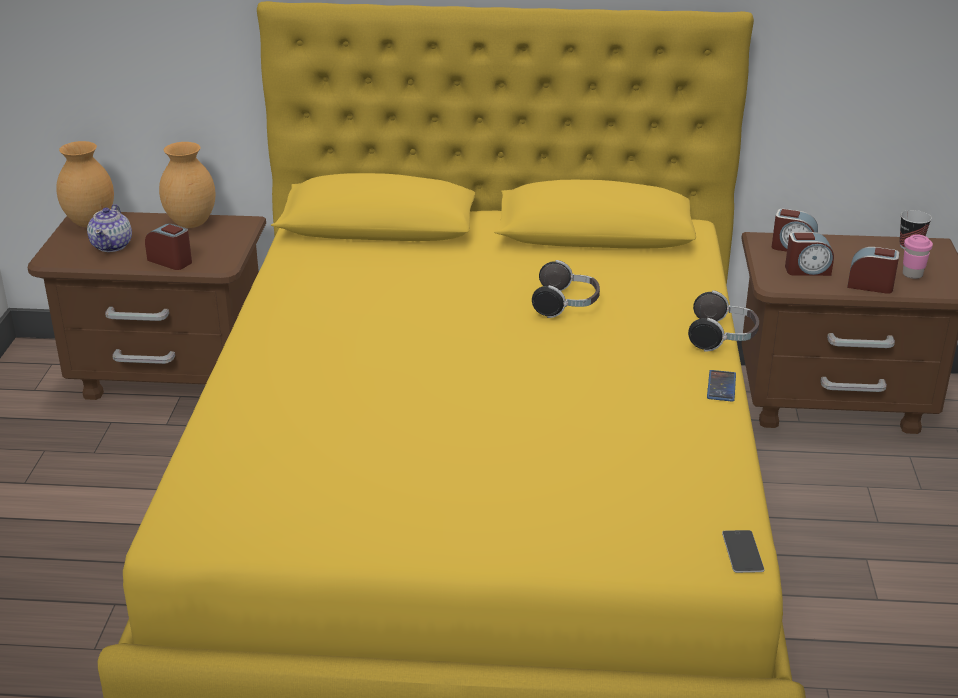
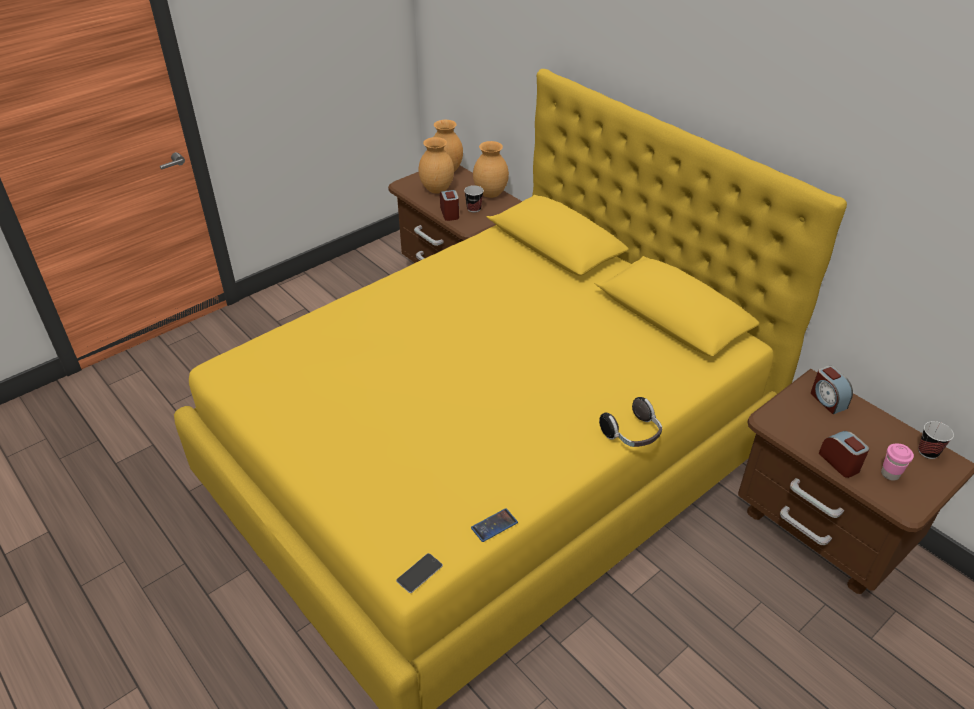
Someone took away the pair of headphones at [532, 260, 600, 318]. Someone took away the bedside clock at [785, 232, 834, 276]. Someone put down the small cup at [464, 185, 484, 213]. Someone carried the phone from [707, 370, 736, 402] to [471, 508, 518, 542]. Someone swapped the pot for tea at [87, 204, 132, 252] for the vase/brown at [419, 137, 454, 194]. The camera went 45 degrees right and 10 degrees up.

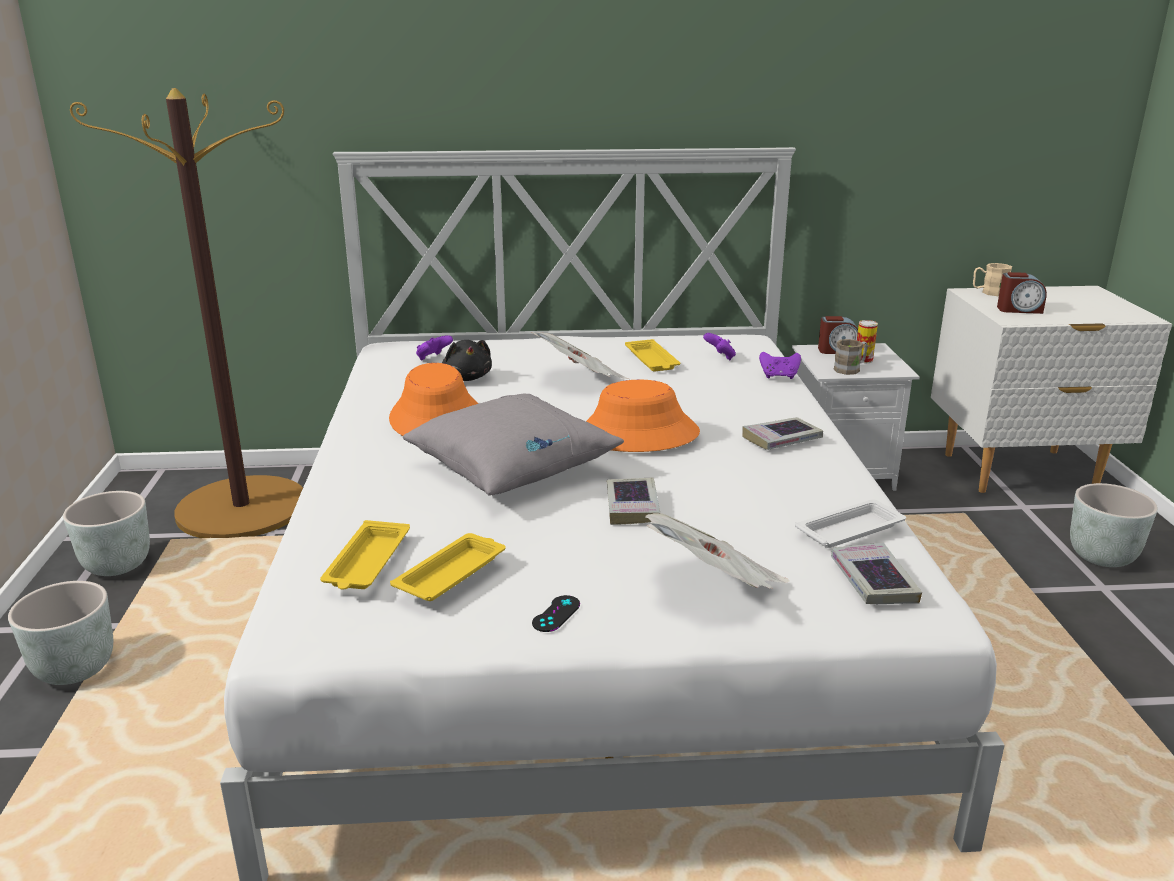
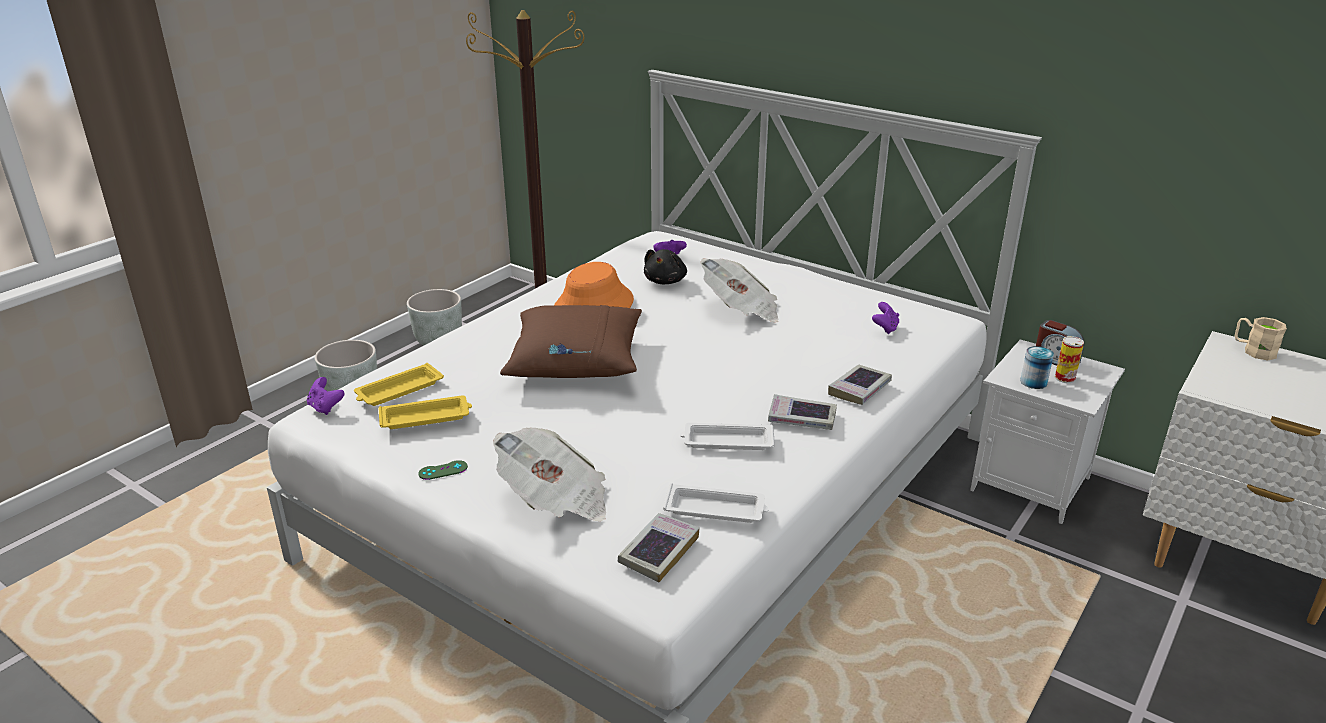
Someone took away the wearable hat/orange at [586, 380, 700, 452]. Someone took away the tray/yellowish at [625, 339, 680, 372]. Someone took away the bedside clock at [997, 272, 1047, 314]. Someone took away the planter/grey at [1070, 483, 1158, 567]. Someone put down the tray/whitish at [680, 423, 775, 450]. Someone carried the book from [607, 477, 661, 525] to [828, 364, 892, 405]. Someone carried the game controller/purple-coloured from [759, 352, 801, 379] to [307, 377, 345, 415]. Someone swapped the mug/brown at [834, 339, 868, 375] for the sealed can at [1020, 346, 1054, 389]. Someone repainted the throw pillow/grey at [403, 394, 624, 496], which became the throw pillow/brown at [500, 305, 642, 378]. Someone repainted the game controller/black-coloured at [532, 595, 580, 632], which became the game controller/green at [418, 460, 468, 480]. The camera went 40 degrees right and 5 degrees up.

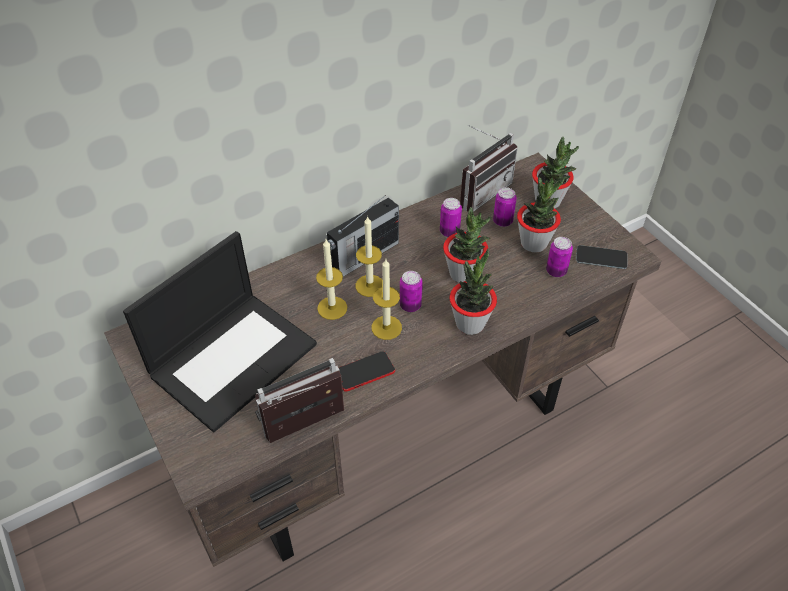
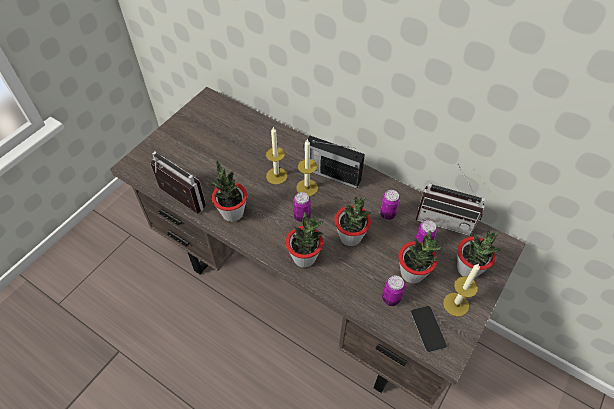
Someone took away the laptop at [123, 231, 317, 432]. Someone carried the wax candle from [371, 259, 402, 340] to [443, 264, 480, 317]. Someone swapped the phone at [339, 351, 395, 391] for the potted plant at [210, 160, 247, 222]. The camera went 65 degrees right and 5 degrees up.

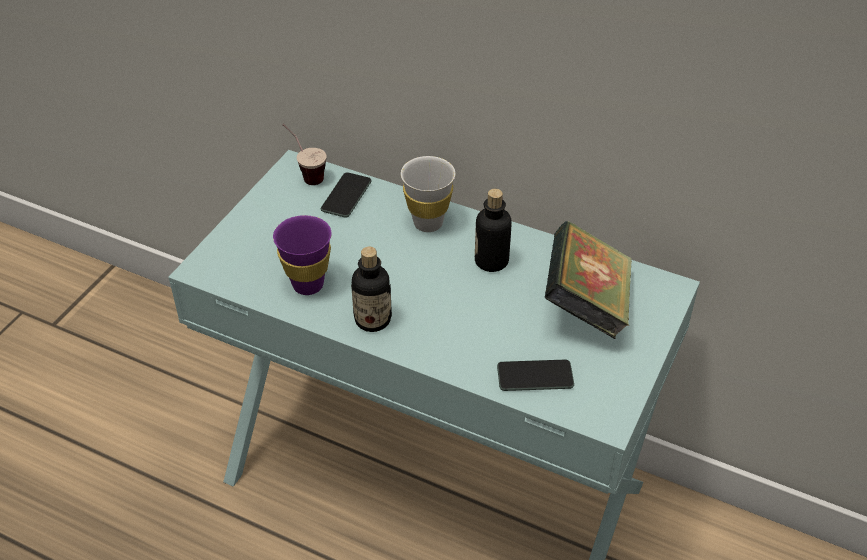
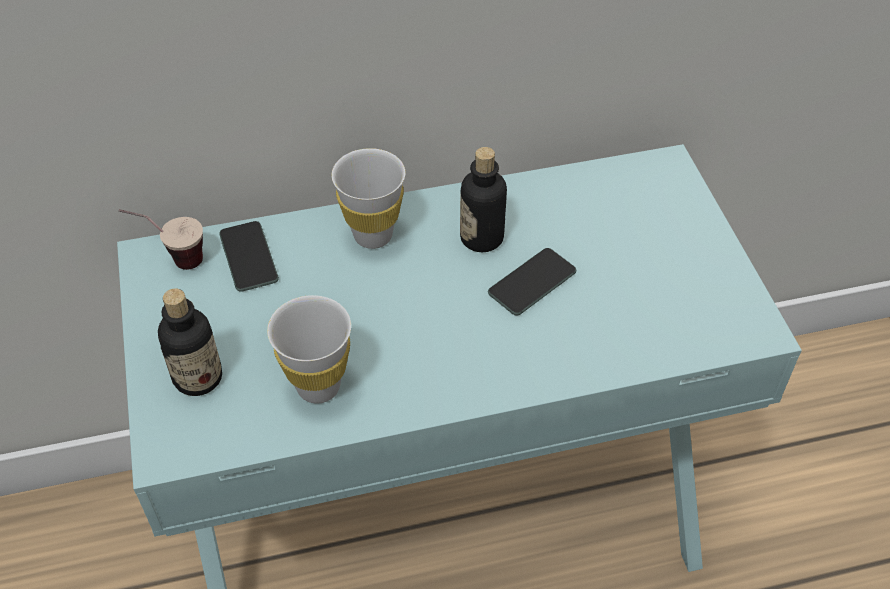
Someone took away the book at [544, 221, 632, 339]. Someone carried the bottle from [351, 247, 392, 332] to [158, 288, 222, 396]. Someone carried the phone from [497, 360, 574, 391] to [488, 248, 576, 316]. Someone repainted the small cup/purple-coloured at [273, 215, 331, 295], which became the small cup/whitish at [267, 295, 351, 404]. The camera went 40 degrees left and 5 degrees up.

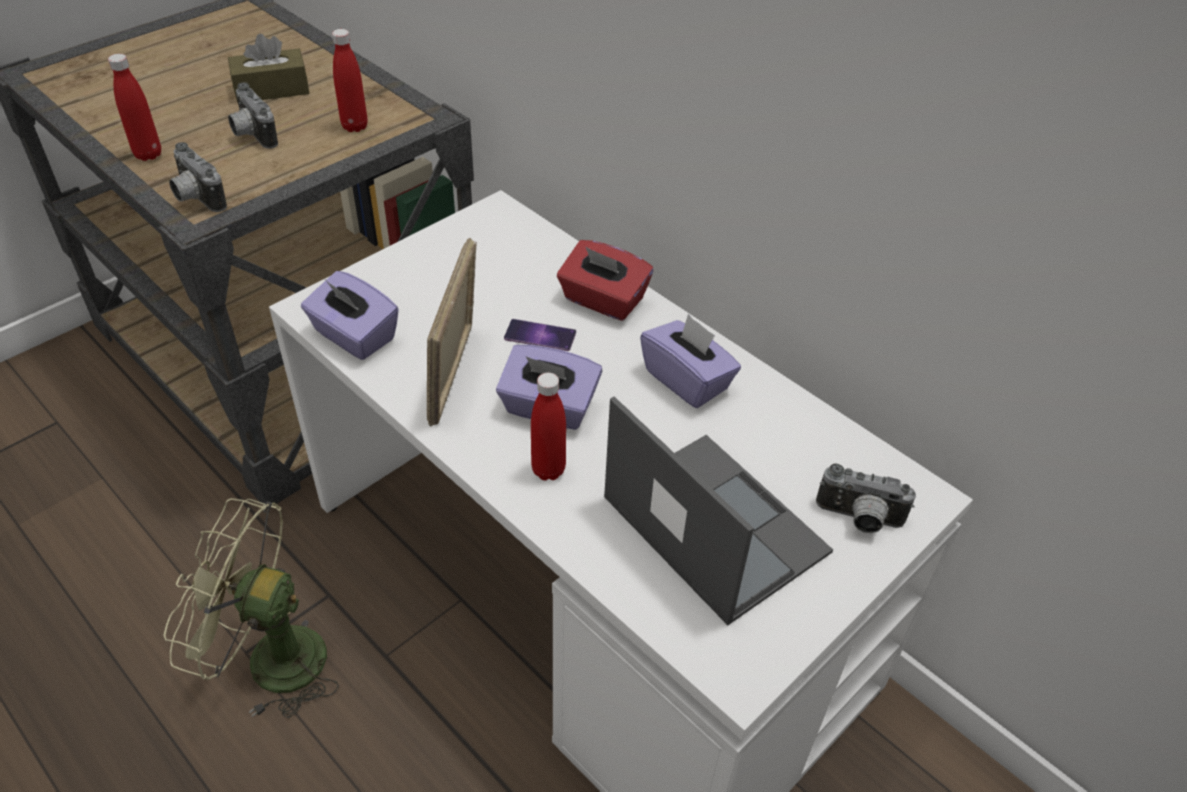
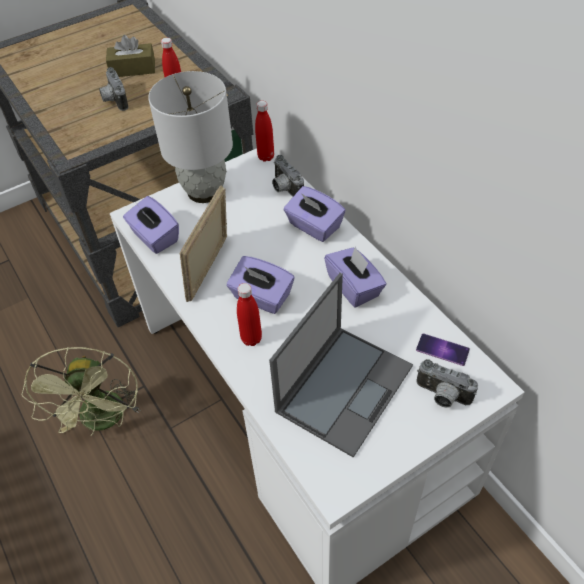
Someone put down the table lamp/whitish at [148, 71, 233, 203]. Someone carried the bottle/reddish from [108, 54, 161, 161] to [255, 101, 274, 162]. Someone carried the still camera from [169, 142, 227, 212] to [272, 155, 304, 197]. Someone carried the phone from [504, 319, 576, 351] to [416, 333, 470, 366]. Someone repainted the tissue box/reddish at [557, 240, 653, 321], which became the tissue box/purple-coloured at [284, 186, 346, 242]. Someone rotated the cooling fan/green at [164, 498, 339, 718] by 120 degrees counterclockwise. Someone rotated the laptop at [604, 397, 833, 625] by 60 degrees clockwise. The camera went 15 degrees right and 5 degrees up.

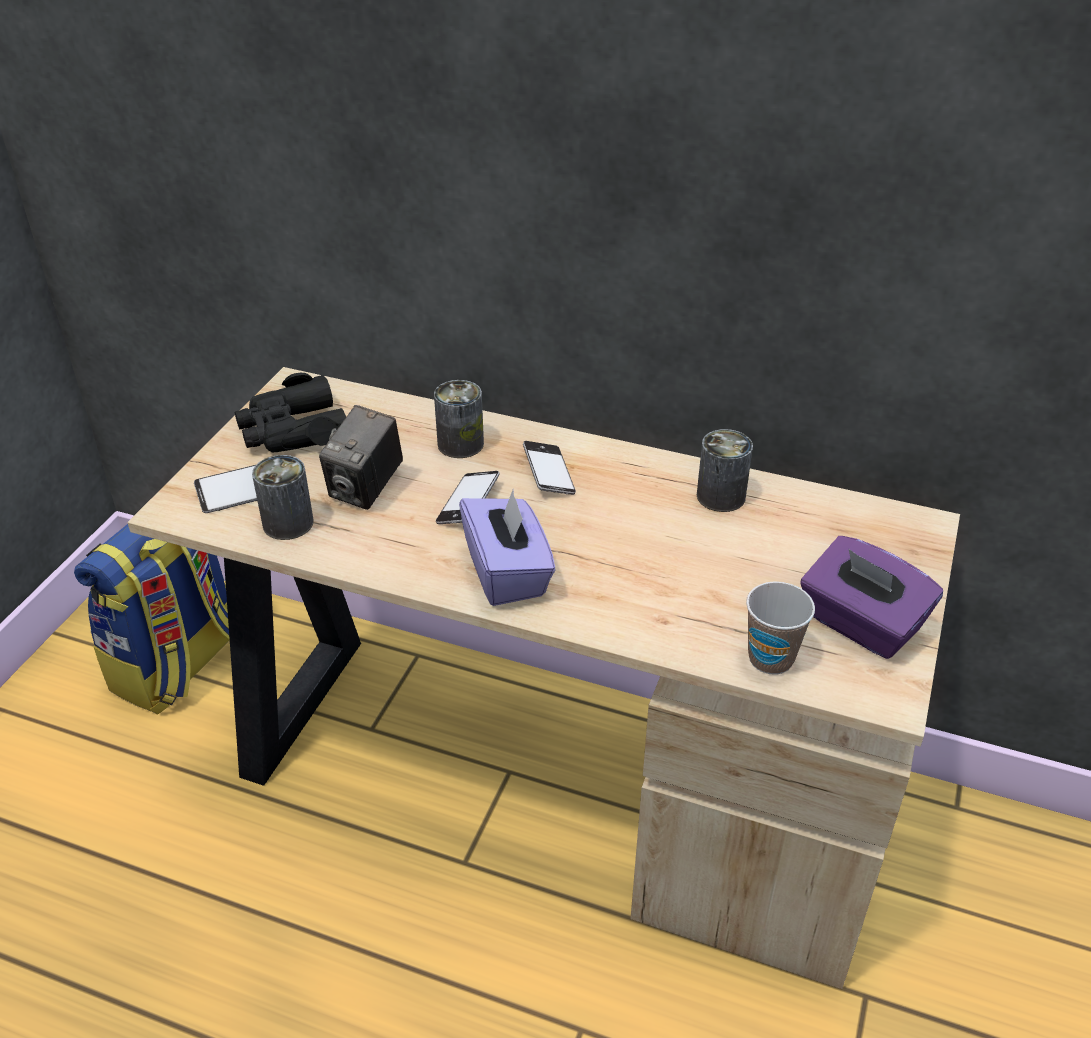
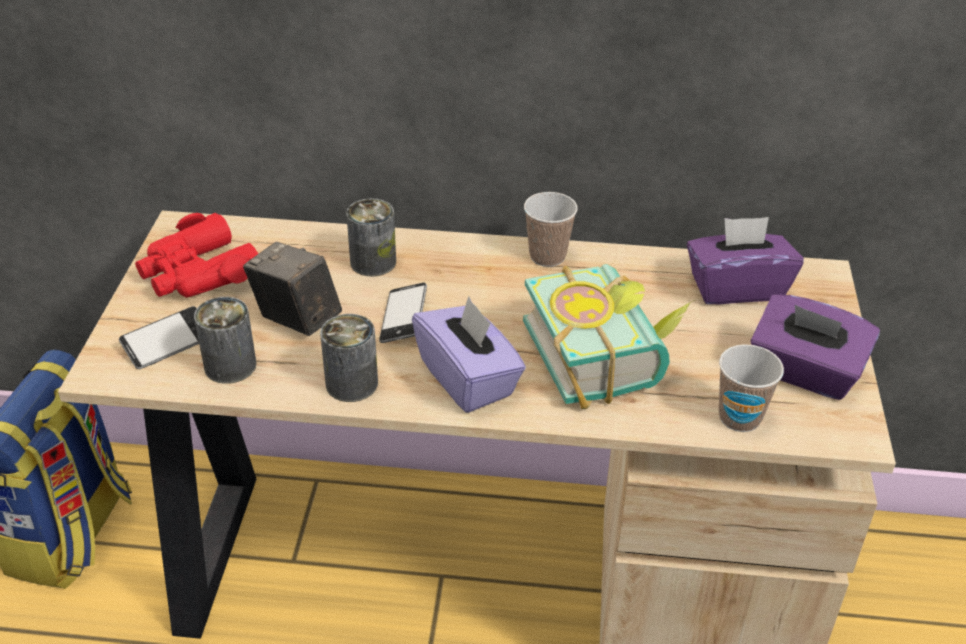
Someone took away the phone at [523, 441, 576, 495]. Someone put down the book at [523, 264, 695, 409]. Someone put down the small cup at [524, 192, 578, 267]. Someone put down the tissue box/purple-coloured at [687, 217, 804, 304]. Someone carried the sealed can from [697, 429, 753, 512] to [320, 314, 378, 402]. Someone repainted the pair of binoculars/black-coloured at [235, 373, 346, 452], which became the pair of binoculars/reddish at [135, 213, 258, 297]. Someone rotated the still camera at [319, 405, 403, 510] by 120 degrees clockwise. The camera went 15 degrees left and 0 degrees up.

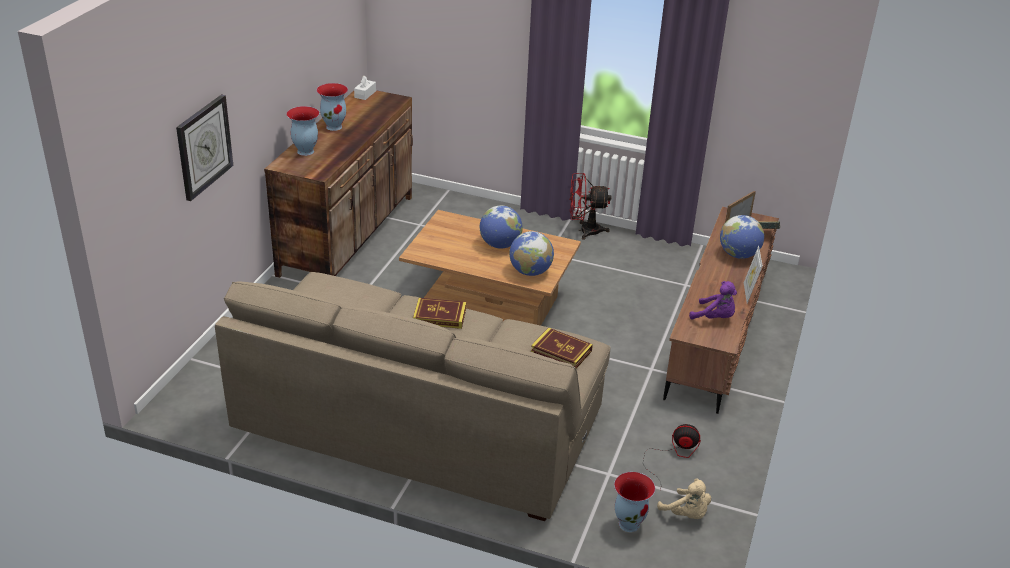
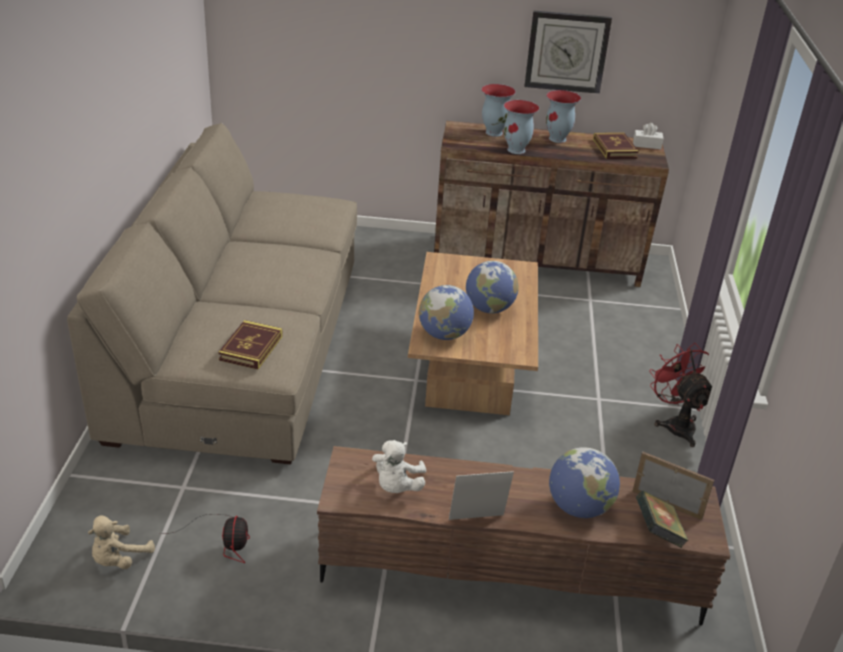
Someone carried the hanging clock from [176, 94, 233, 201] to [524, 10, 612, 94]. Someone carried the book from [413, 298, 466, 329] to [593, 132, 639, 159]. Someone carried the vase from [614, 472, 655, 532] to [504, 100, 539, 154]. Someone repainted the plush toy/purple-coloured at [689, 281, 737, 320], which became the plush toy/whitish at [372, 440, 426, 493]. The camera went 75 degrees right and 0 degrees up.

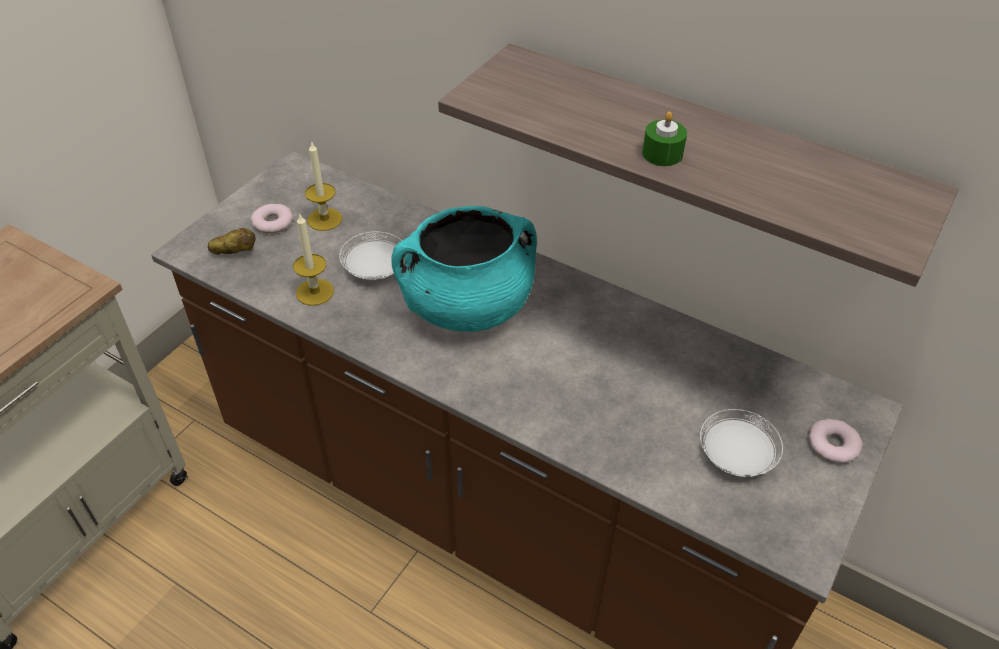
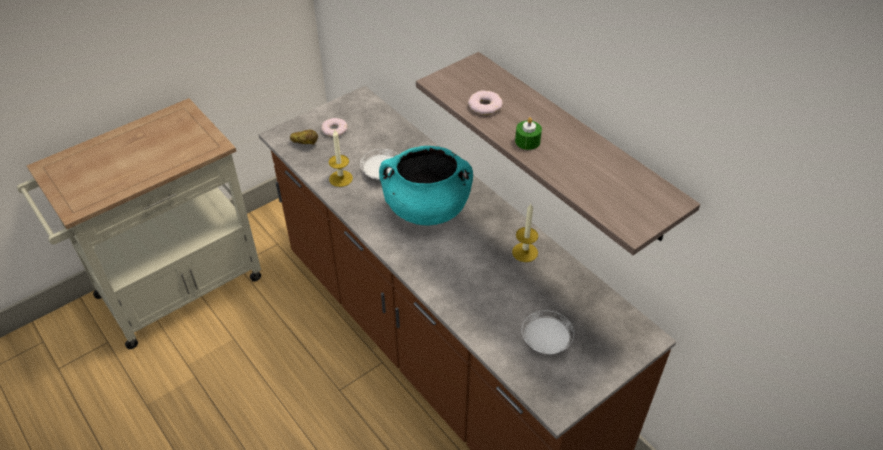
Someone carried the wax candle from [305, 141, 342, 231] to [512, 204, 538, 262]. Someone carried the doughnut from [808, 419, 863, 463] to [468, 91, 503, 115]. The camera went 20 degrees right and 0 degrees up.

